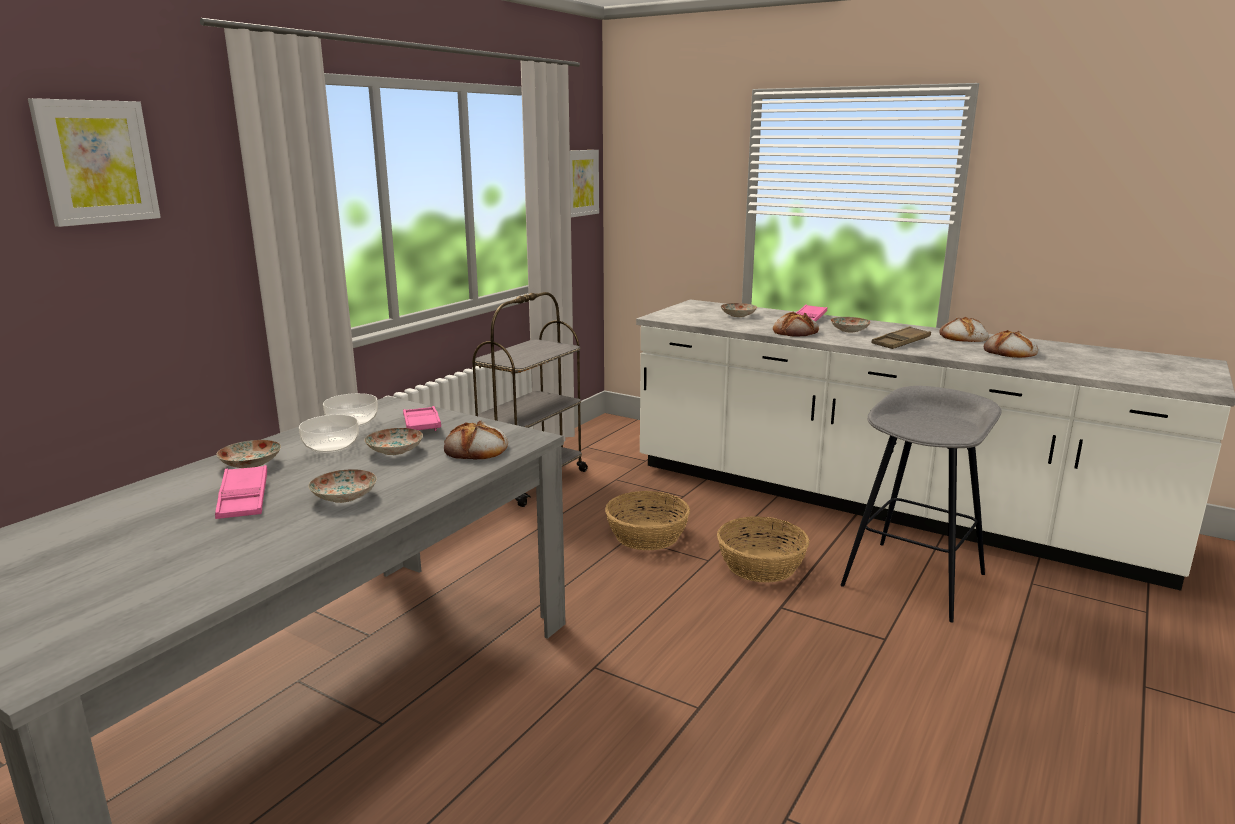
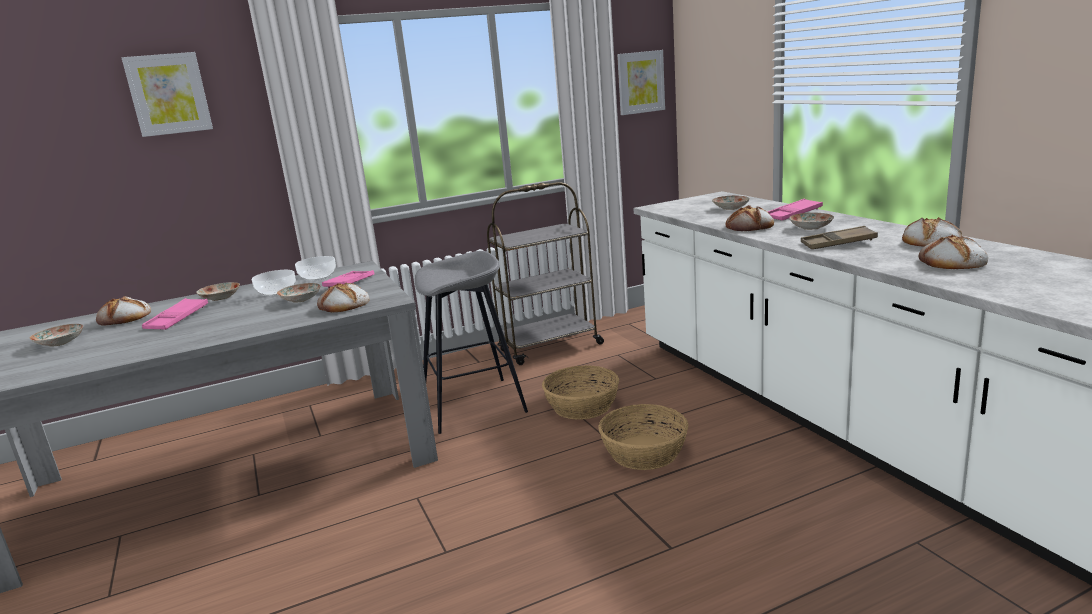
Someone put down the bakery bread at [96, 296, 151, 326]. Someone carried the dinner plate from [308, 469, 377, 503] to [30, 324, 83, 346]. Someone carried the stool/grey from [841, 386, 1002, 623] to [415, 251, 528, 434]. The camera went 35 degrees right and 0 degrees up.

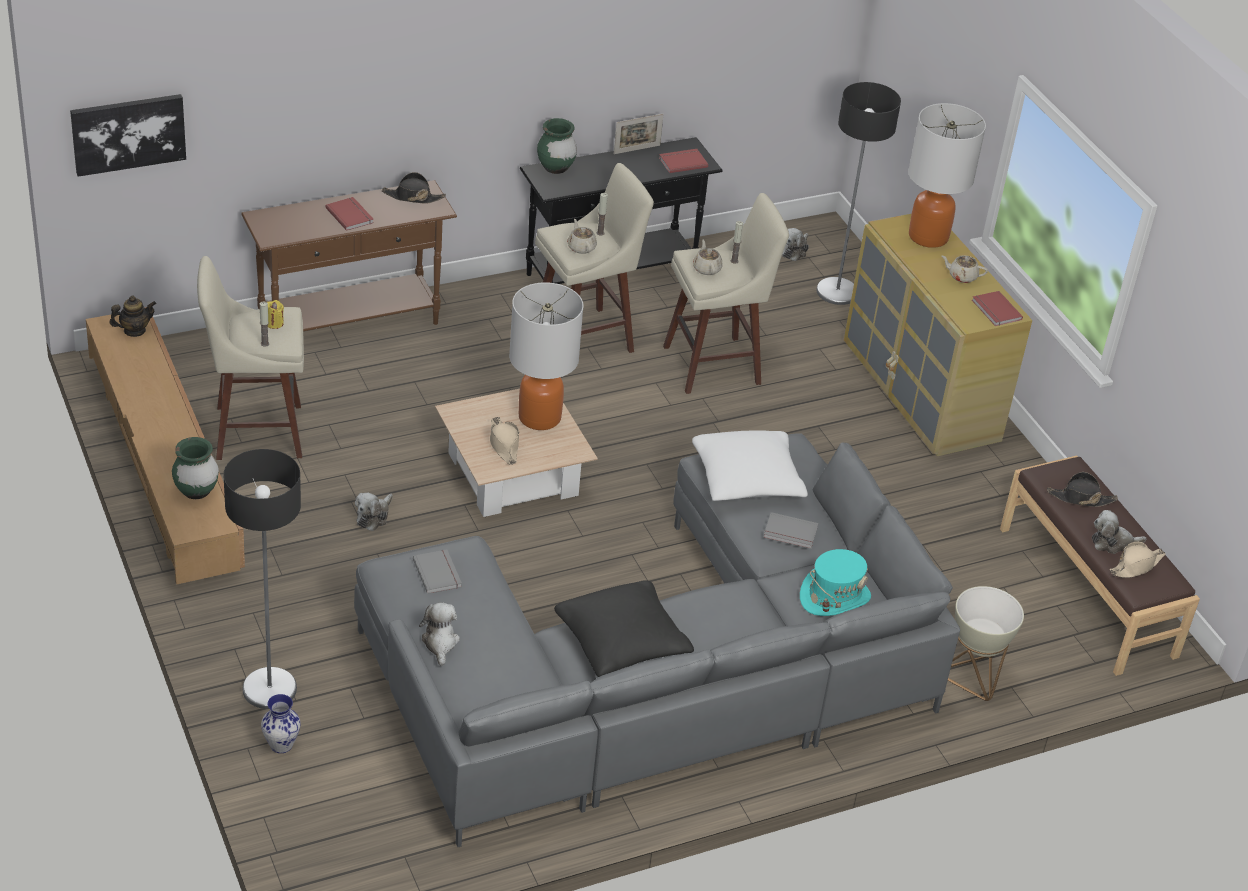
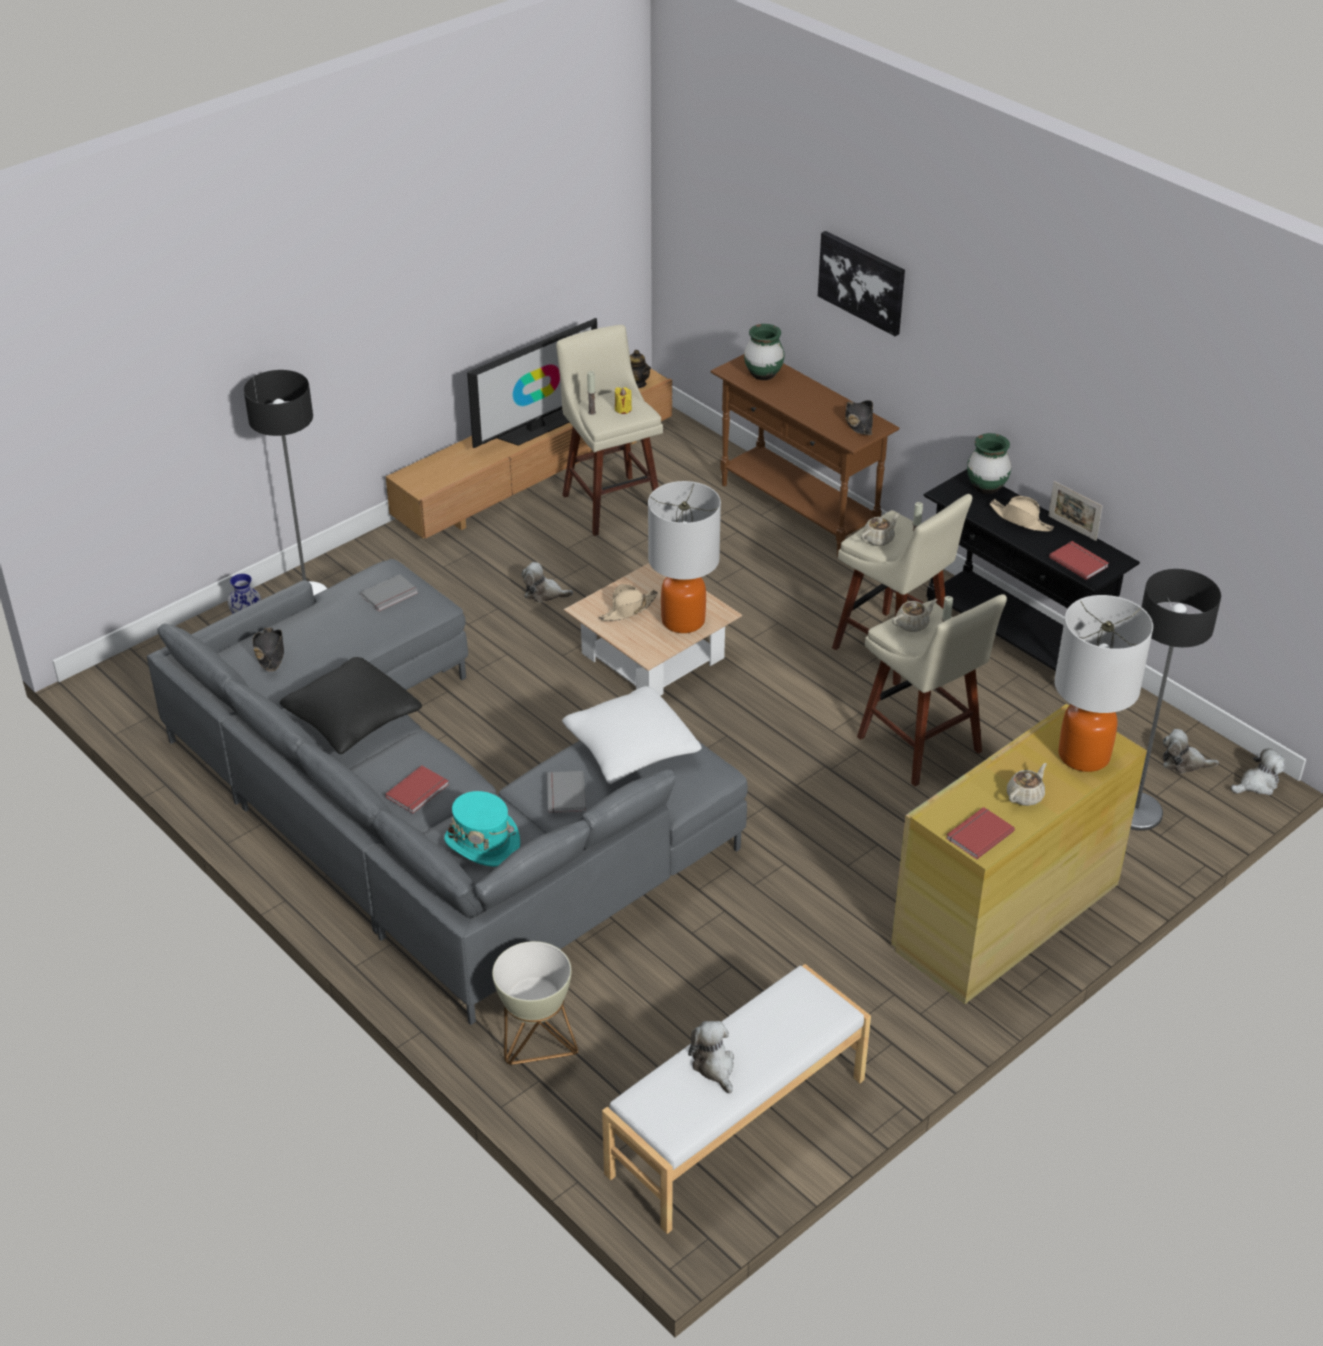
Someone put down the TV set at [467, 318, 597, 448]. Someone carried the picture from [70, 94, 186, 177] to [818, 231, 905, 336]. Someone carried the vase/green from [172, 437, 219, 499] to [744, 324, 784, 380]. Someone carried the book/reddish from [326, 197, 374, 231] to [385, 765, 449, 813]. Someone carried the plush toy from [419, 602, 460, 666] to [1231, 748, 1285, 795]. Someone carried the wearable hat/black-coloured from [1047, 472, 1118, 507] to [252, 628, 284, 672]. Someone carried the wearable hat/beige from [1110, 542, 1165, 578] to [990, 496, 1054, 531]. Someone repainted the indoor bench/brown at [1000, 456, 1200, 676], which became the indoor bench/whitish at [602, 964, 871, 1234]. Someone rotated the pot for tea/beige at [942, 255, 988, 283] by 45 degrees clockwise. The camera went 75 degrees right and 0 degrees up.

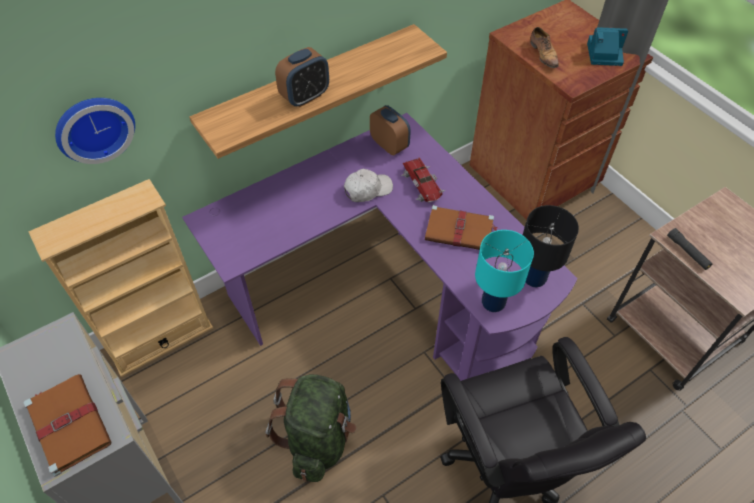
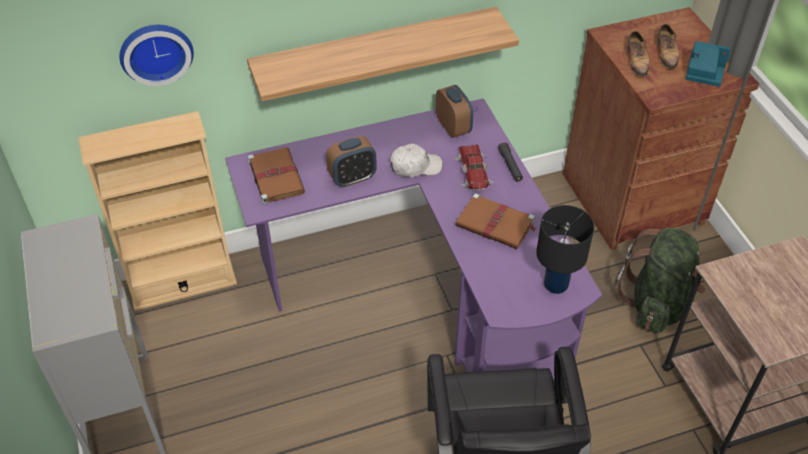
Someone took away the table lamp/turquoise-coloured at [475, 230, 534, 312]. Someone put down the low shoe at [657, 24, 679, 69]. Someone carried the book/brown from [23, 374, 111, 477] to [248, 147, 305, 204]. Someone carried the knapsack/green from [266, 374, 356, 482] to [614, 228, 706, 333]. Someone carried the bedside clock from [275, 47, 329, 107] to [326, 136, 377, 187]. Someone carried the hand torch/black-coloured from [667, 228, 712, 270] to [498, 142, 523, 182]. The camera went 15 degrees right and 5 degrees down.

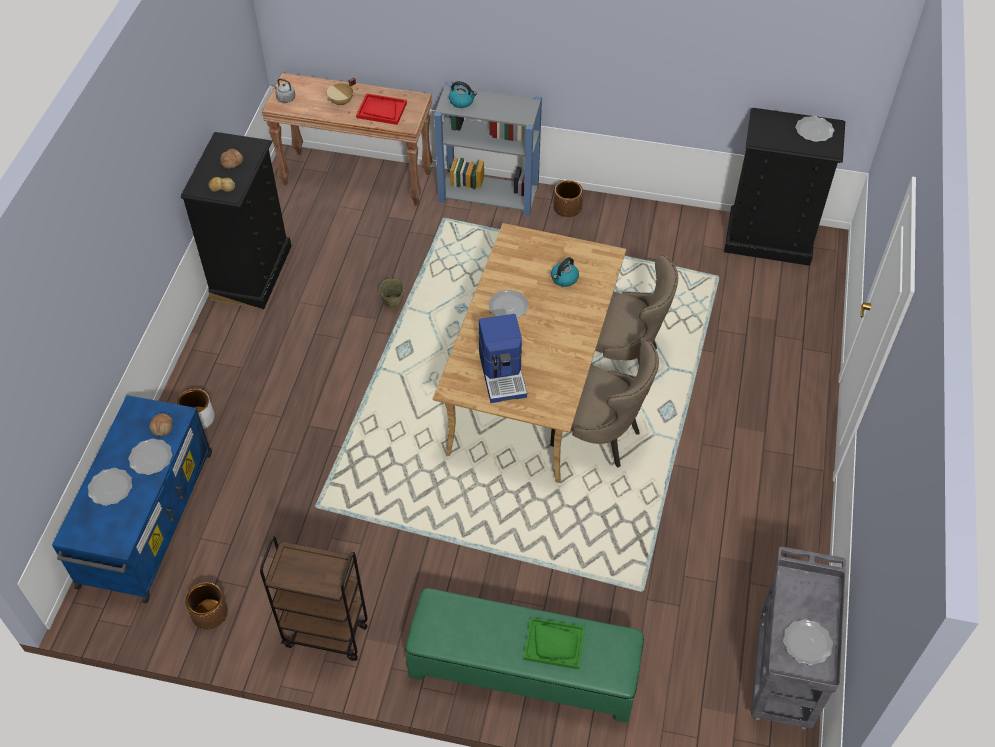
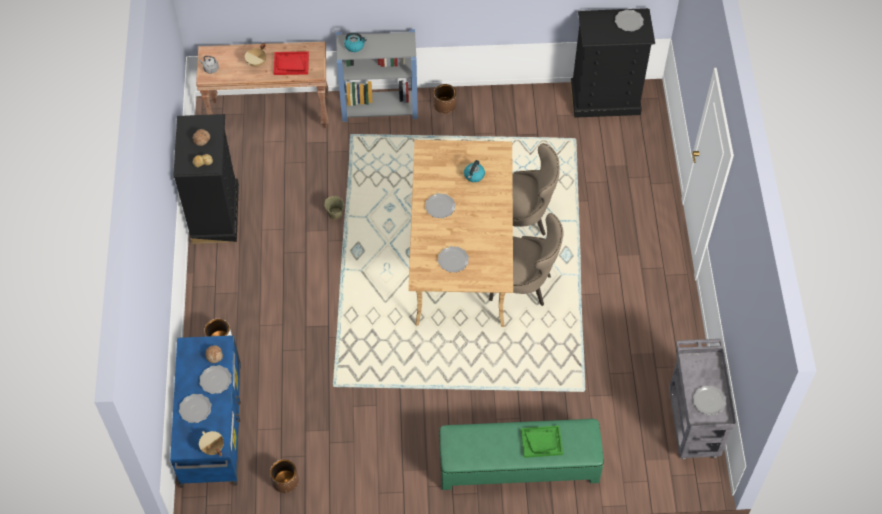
Someone took away the cart/brown at [260, 536, 368, 661]. Someone put down the stockpot/beige at [199, 431, 224, 456]. Someone swapped the coffee maker at [478, 314, 527, 403] for the dinner plate at [438, 246, 469, 273]. The camera went 15 degrees left and 5 degrees up.

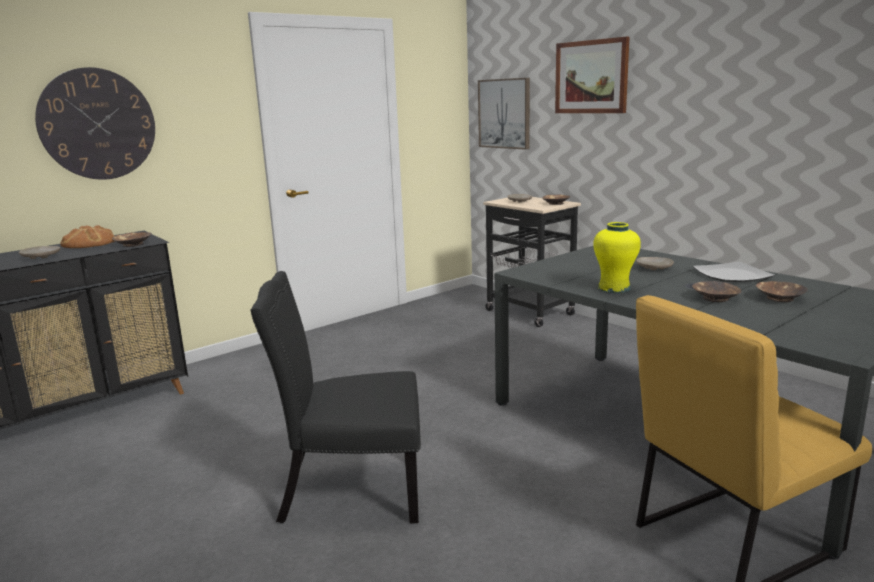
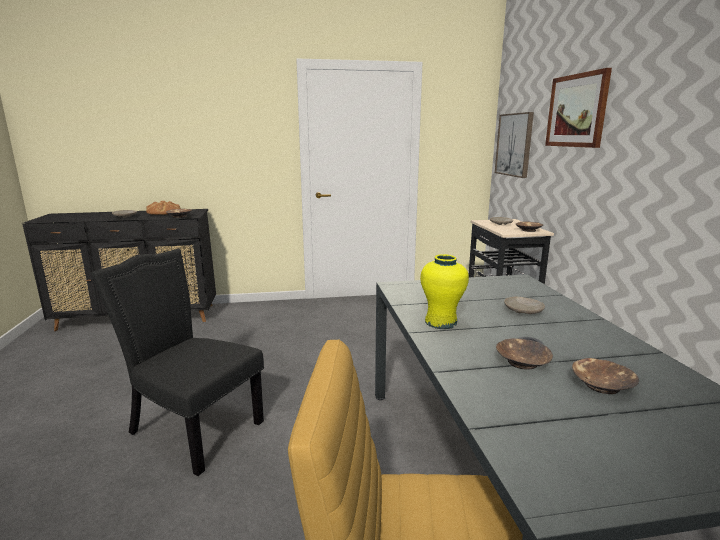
Someone took away the hanging clock at [35, 67, 155, 180]. Someone took away the dinner plate at [693, 262, 775, 282]. The camera went 30 degrees right and 0 degrees up.

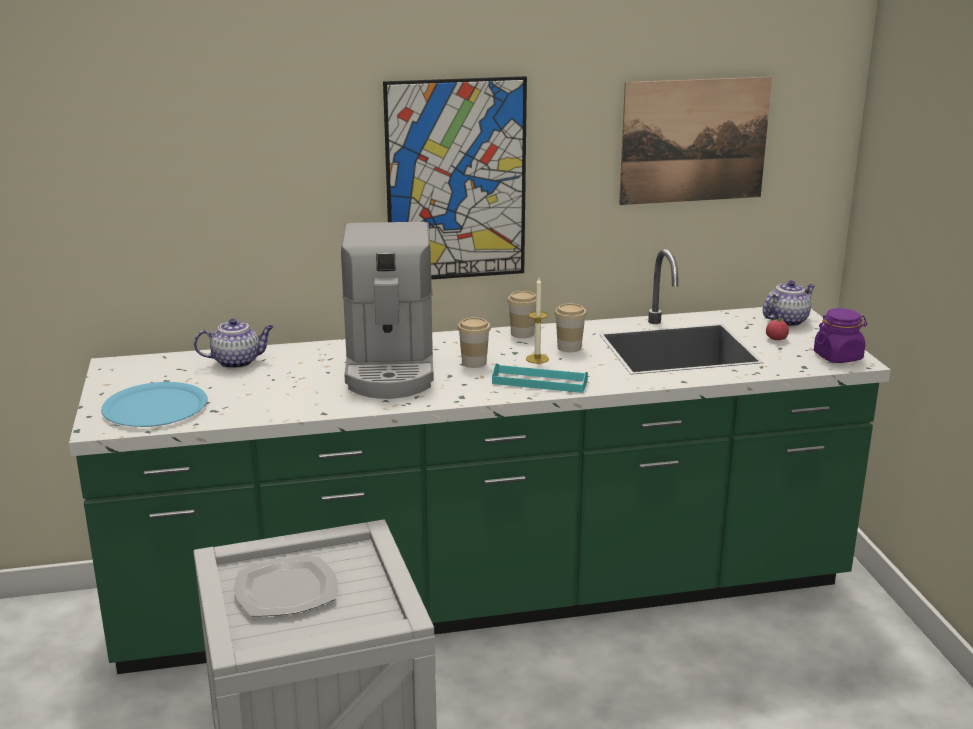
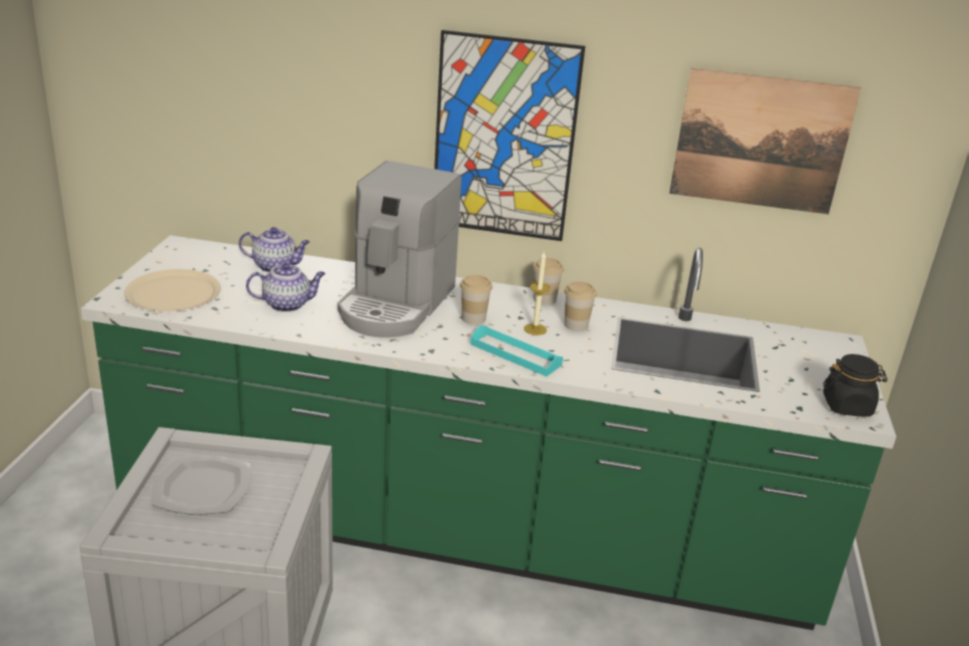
Someone took away the tomato at [766, 316, 789, 340]. Someone carried the pot for tea from [762, 280, 815, 327] to [246, 263, 326, 312]. Someone repainted the dinner plate/blue at [101, 382, 207, 427], which became the dinner plate/beige at [124, 269, 221, 311]. Someone repainted the jar/purple-coloured at [814, 308, 867, 363], which became the jar/black-coloured at [823, 354, 887, 417]. The camera went 20 degrees right and 5 degrees up.

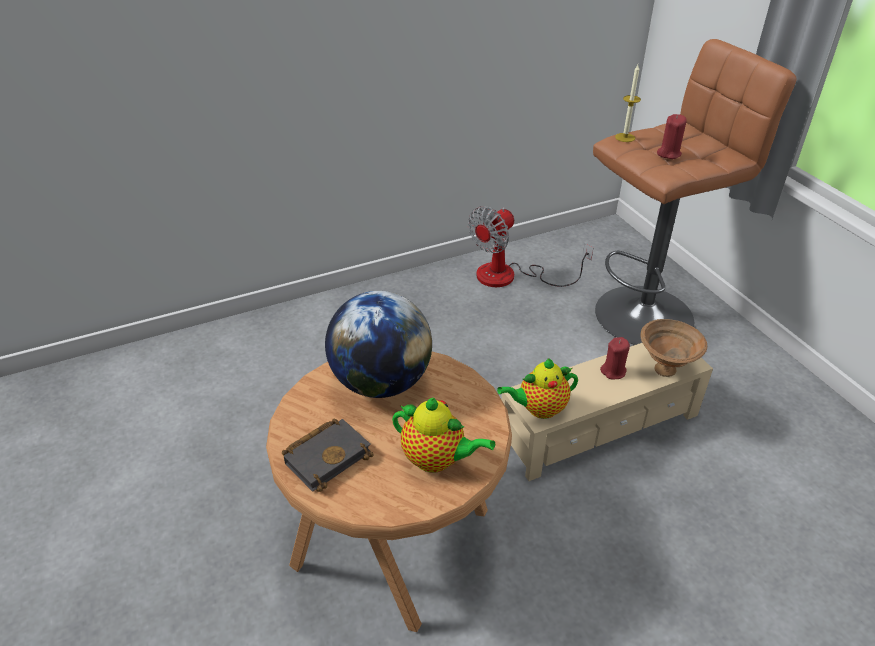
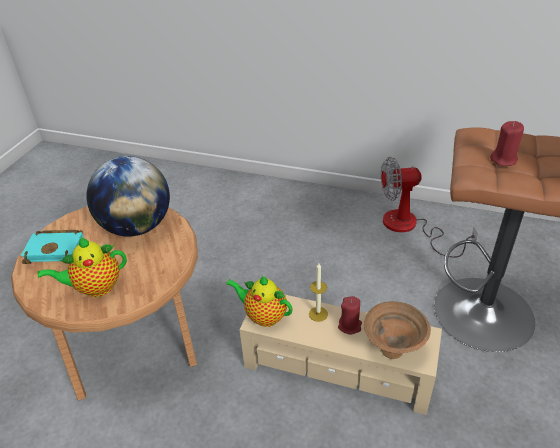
Someone carried the wax candle from [615, 65, 641, 142] to [309, 263, 328, 322]. Someone repainted the book/black-coloured at [282, 418, 373, 492], which became the book/turquoise-coloured at [21, 230, 84, 264]. Someone rotated the pot for tea at [392, 398, 495, 472] by 90 degrees clockwise. The camera went 45 degrees right and 0 degrees up.

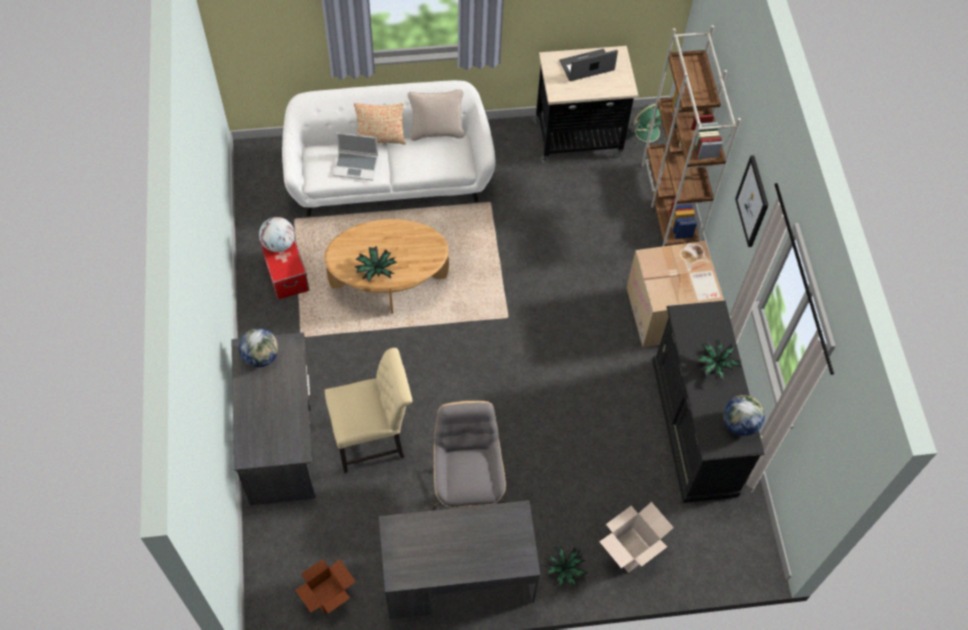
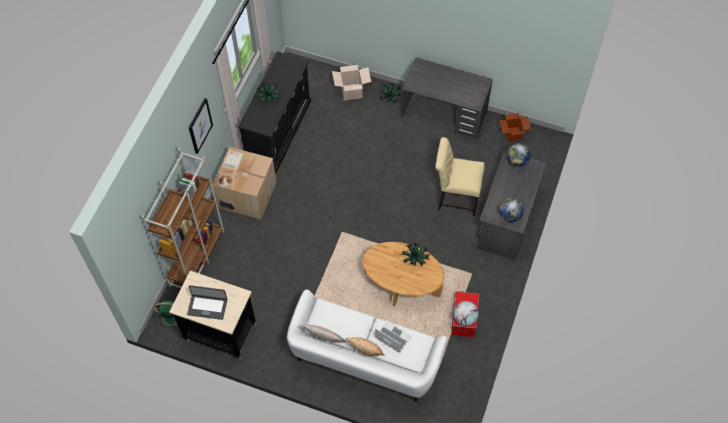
Someone took away the office chair/grey at [433, 401, 506, 510]. Someone carried the globe from [723, 395, 765, 436] to [507, 143, 531, 167]. The camera went 150 degrees left and 0 degrees up.

